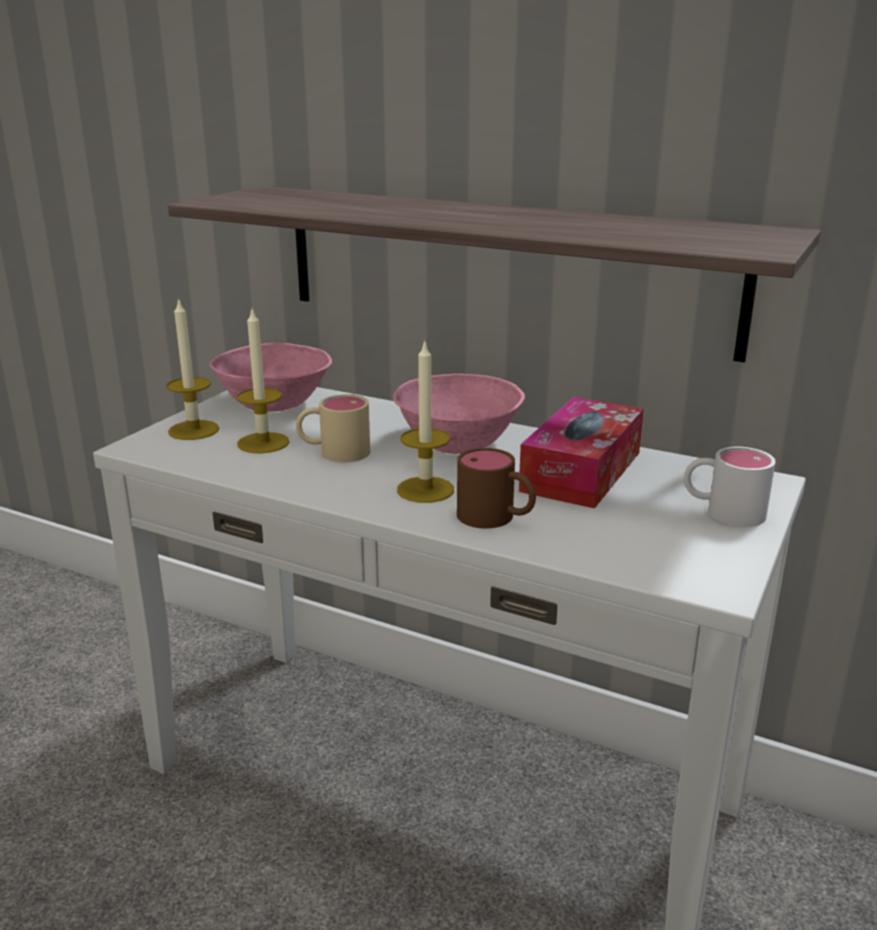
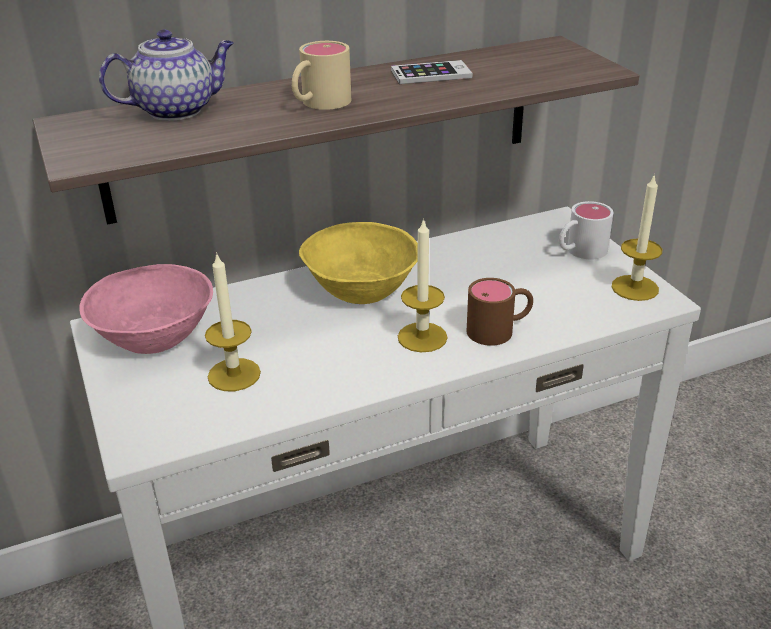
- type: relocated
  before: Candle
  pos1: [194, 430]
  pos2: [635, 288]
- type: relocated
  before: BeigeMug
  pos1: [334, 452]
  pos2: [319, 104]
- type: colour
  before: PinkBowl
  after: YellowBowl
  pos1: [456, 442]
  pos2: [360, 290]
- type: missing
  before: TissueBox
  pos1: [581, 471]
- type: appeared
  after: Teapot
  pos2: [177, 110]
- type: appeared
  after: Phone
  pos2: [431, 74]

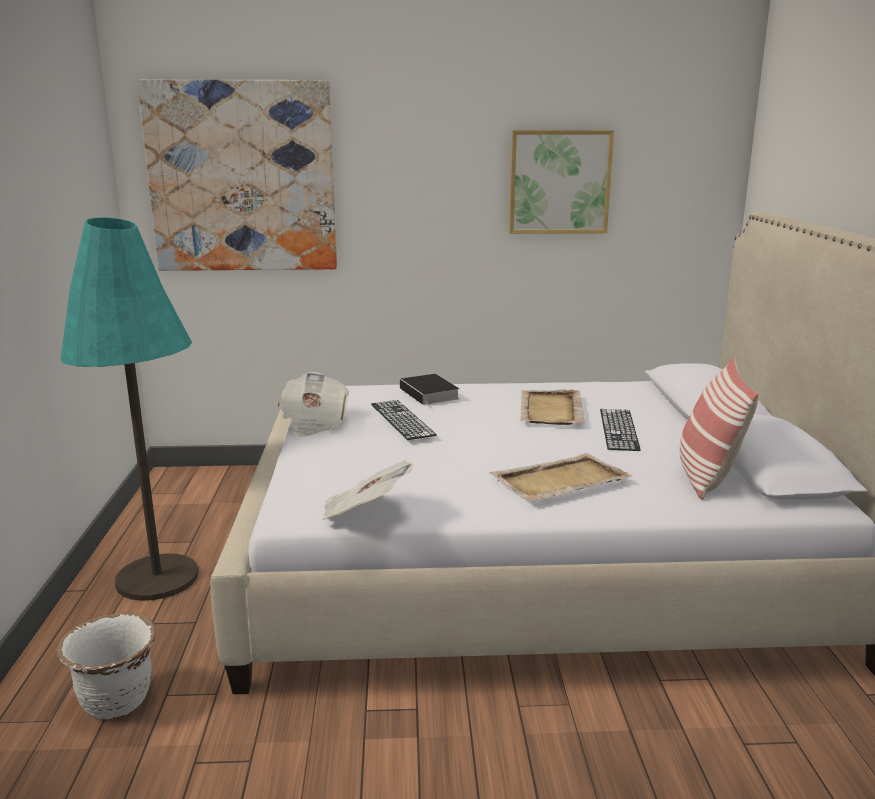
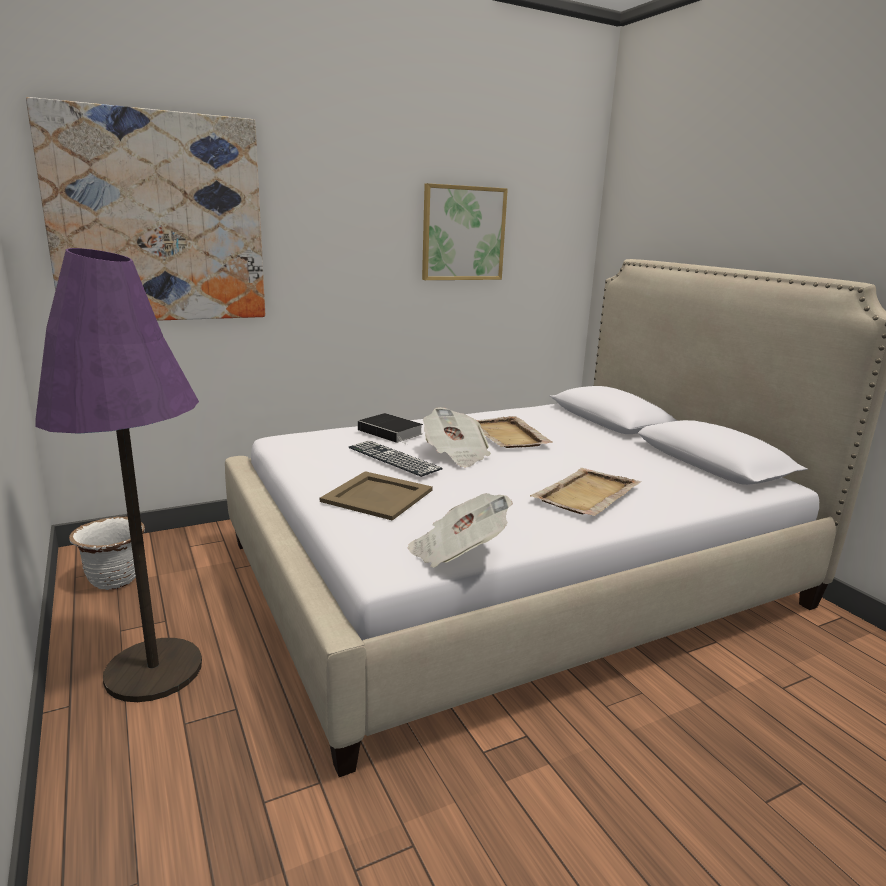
- type: relocated
  before: WhitePlanter
  pos1: [116, 701]
  pos2: [114, 579]
- type: colour
  before: TurquoiseFloorLamp
  after: PurpleFloorLamp
  pos1: [157, 578]
  pos2: [154, 670]
- type: relocated
  before: Newspaper
  pos1: [314, 423]
  pos2: [456, 455]
- type: missing
  before: Keyboard
  pos1: [619, 429]
- type: missing
  before: Pillow
  pos1: [706, 476]
- type: appeared
  after: BeigeTray
  pos2: [378, 495]

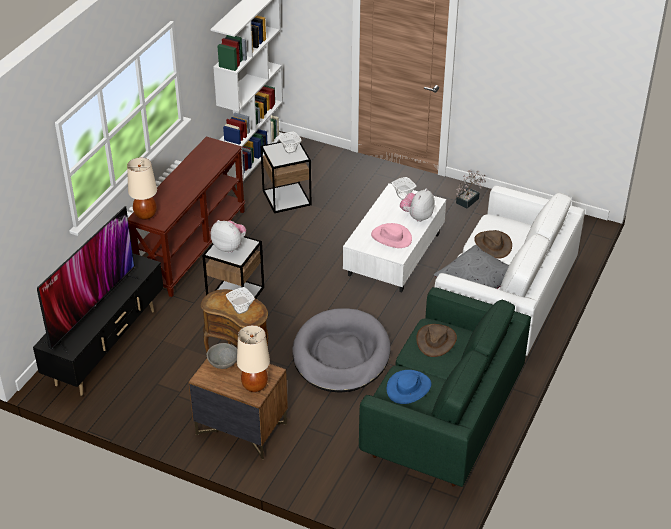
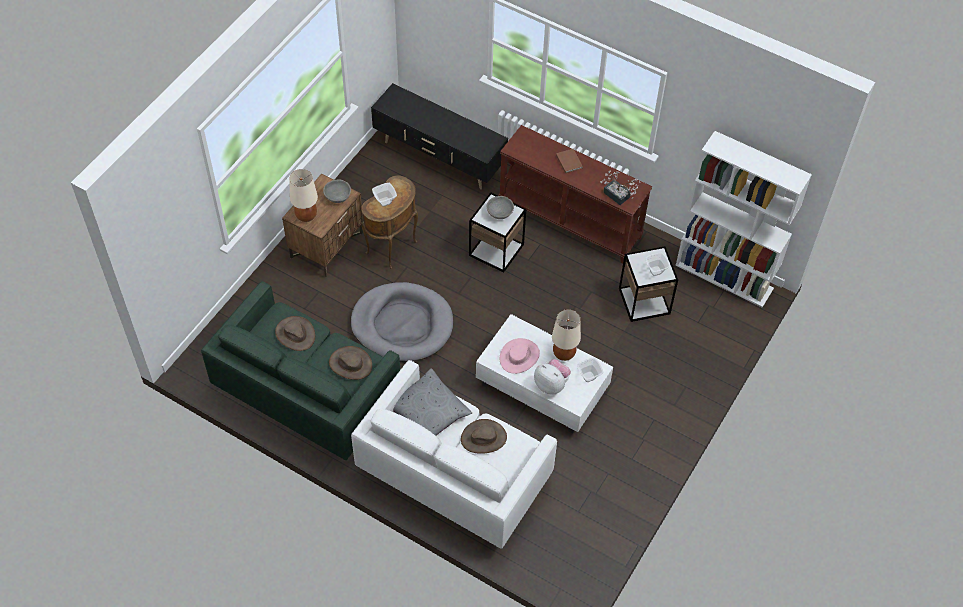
- type: missing
  before: Television
  pos1: [92, 310]
- type: relocated
  before: BeigeTableLamp
  pos1: [146, 215]
  pos2: [563, 354]
- type: exchanged
  before: PlushToy
  after: GreyBowl
  pos1: [229, 247]
  pos2: [499, 212]
- type: colour
  before: BlueHat
  after: BrownHat
  pos1: [409, 388]
  pos2: [295, 334]
- type: relocated
  before: PottedPlant
  pos1: [469, 199]
  pos2: [618, 197]
- type: appeared
  after: BrownBook
  pos2: [569, 161]

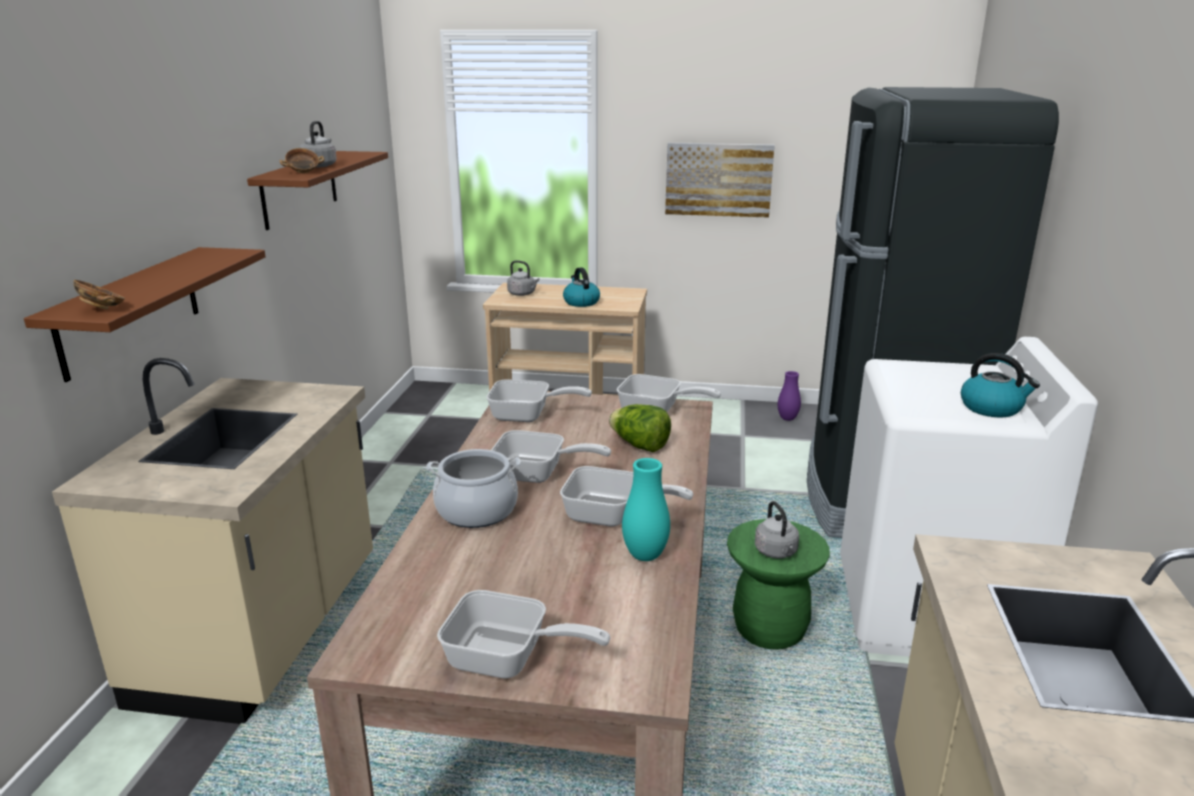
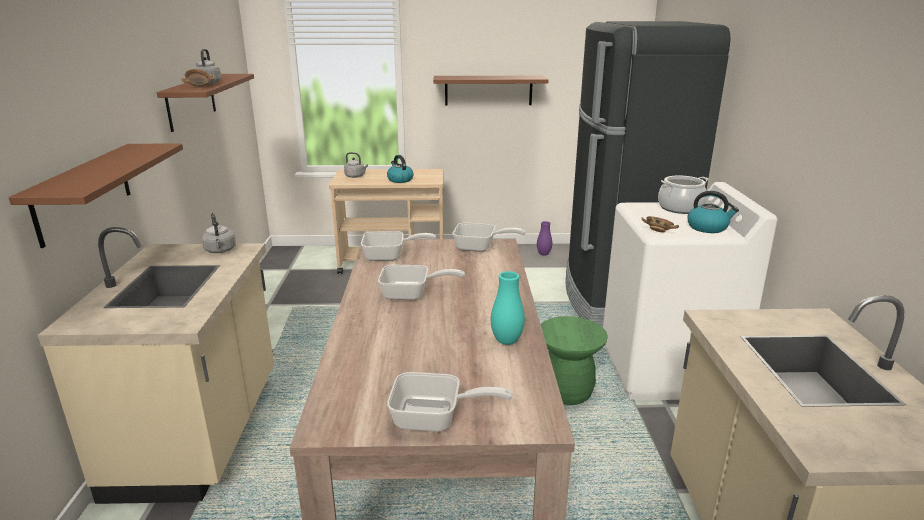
- type: relocated
  before: Bowl
  pos1: [103, 309]
  pos2: [658, 232]
- type: relocated
  before: CookingPot
  pos1: [476, 510]
  pos2: [680, 208]
- type: missing
  before: FryingPan
  pos1: [611, 516]
- type: missing
  before: Lettuce
  pos1: [639, 445]
- type: exchanged
  before: Picture
  after: BrownShelf
  pos1: [718, 179]
  pos2: [488, 90]
- type: relocated
  before: GreyKettle
  pos1: [776, 552]
  pos2: [220, 251]

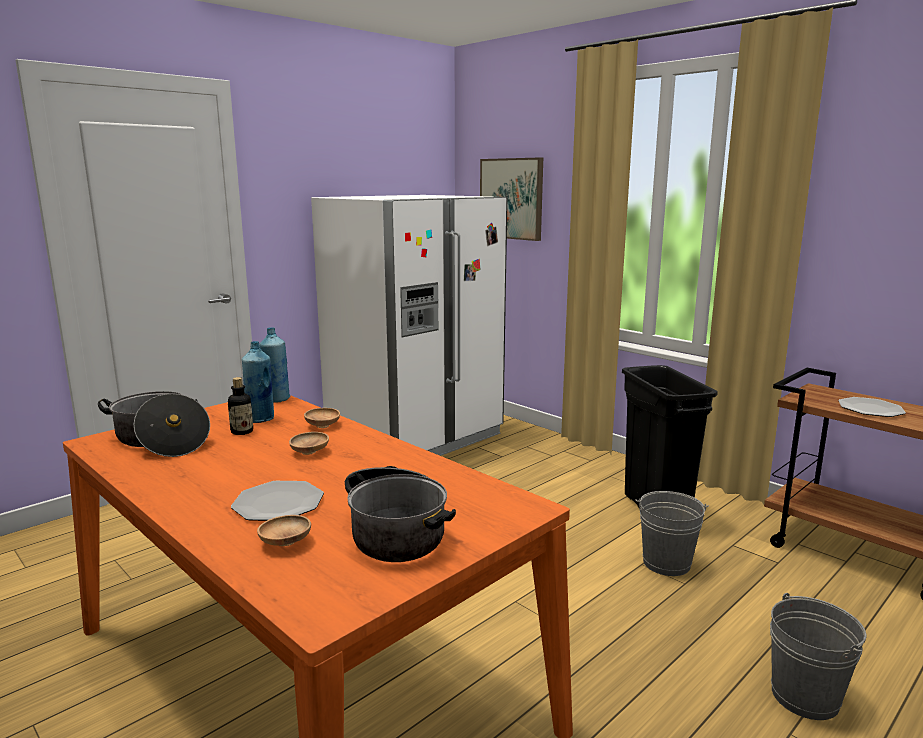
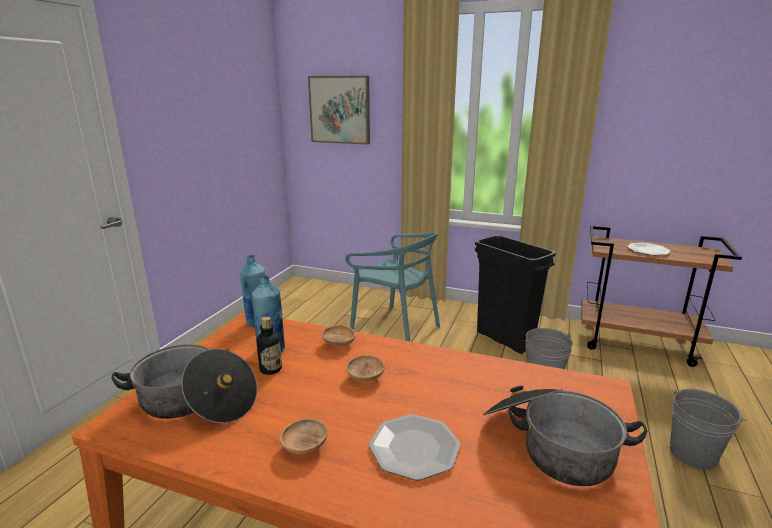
- type: relocated
  before: BrownBowl
  pos1: [285, 543]
  pos2: [304, 447]
- type: missing
  before: WhiteFridge
  pos1: [415, 437]
- type: appeared
  after: TurquoiseChair
  pos2: [395, 327]

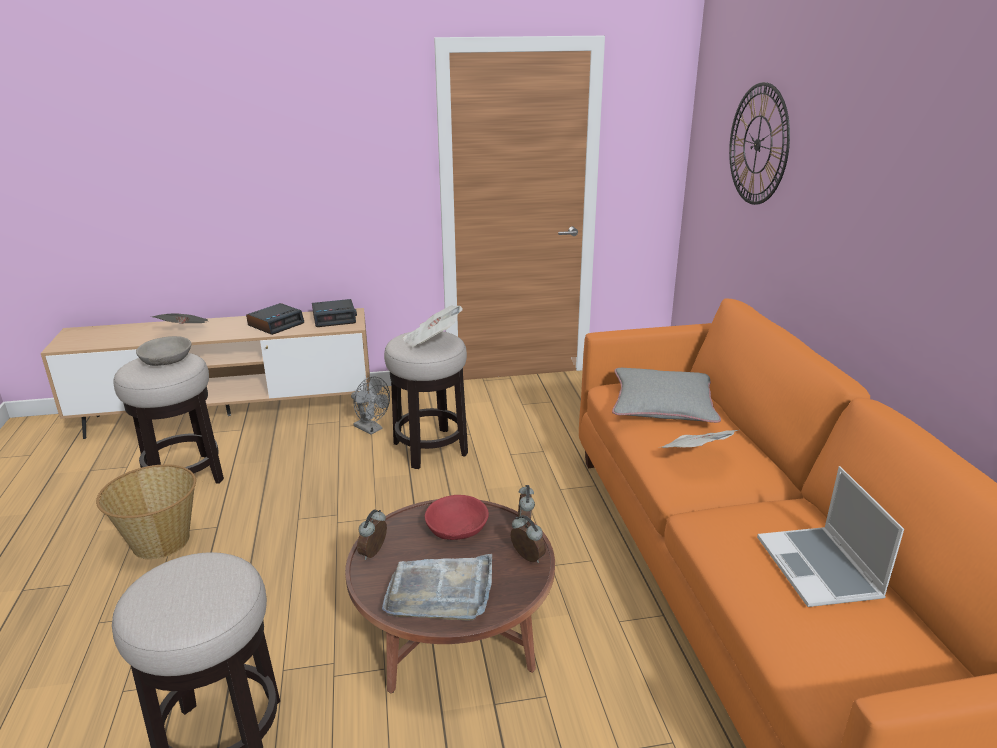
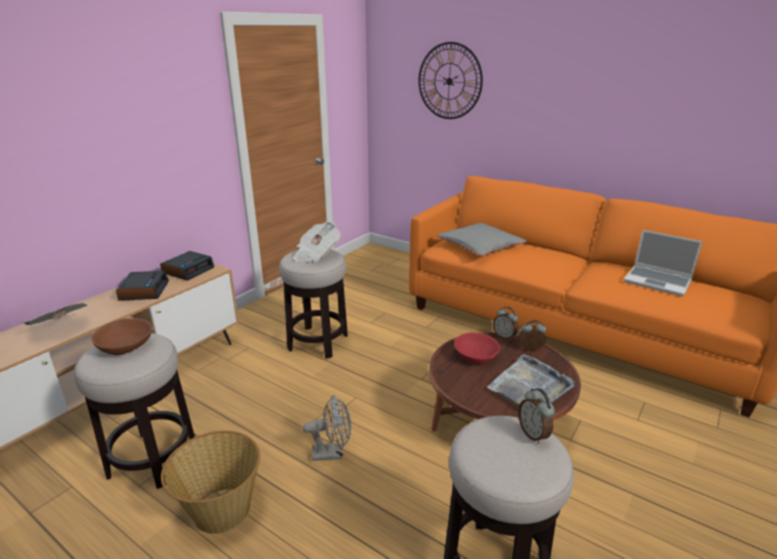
- type: colour
  before: GreyBowl
  after: BrownBowl
  pos1: [167, 360]
  pos2: [125, 345]
- type: relocated
  before: GreyFan
  pos1: [371, 429]
  pos2: [333, 453]
- type: relocated
  before: AlarmClock
  pos1: [374, 553]
  pos2: [533, 434]
- type: missing
  before: Newspaper
  pos1: [695, 456]

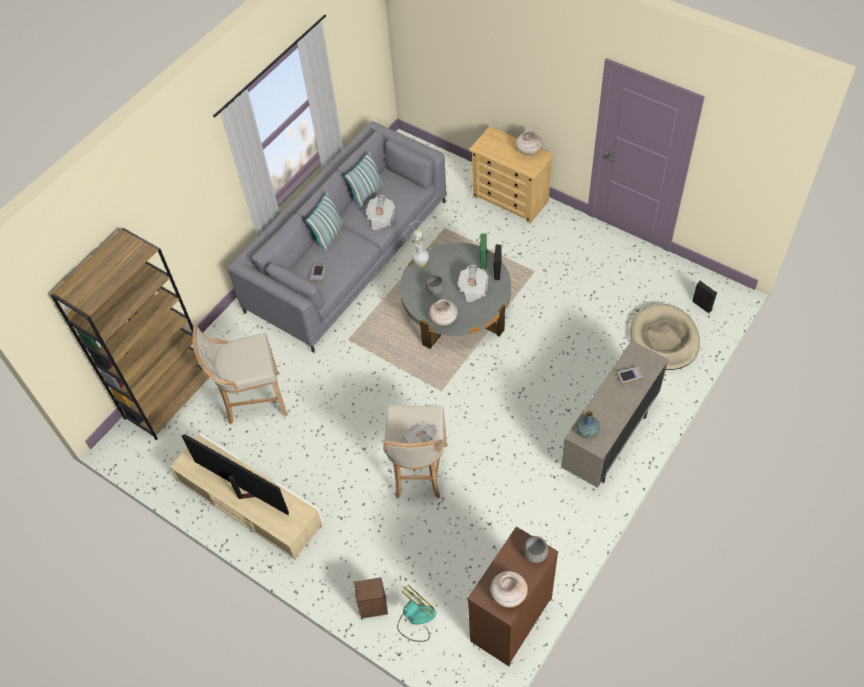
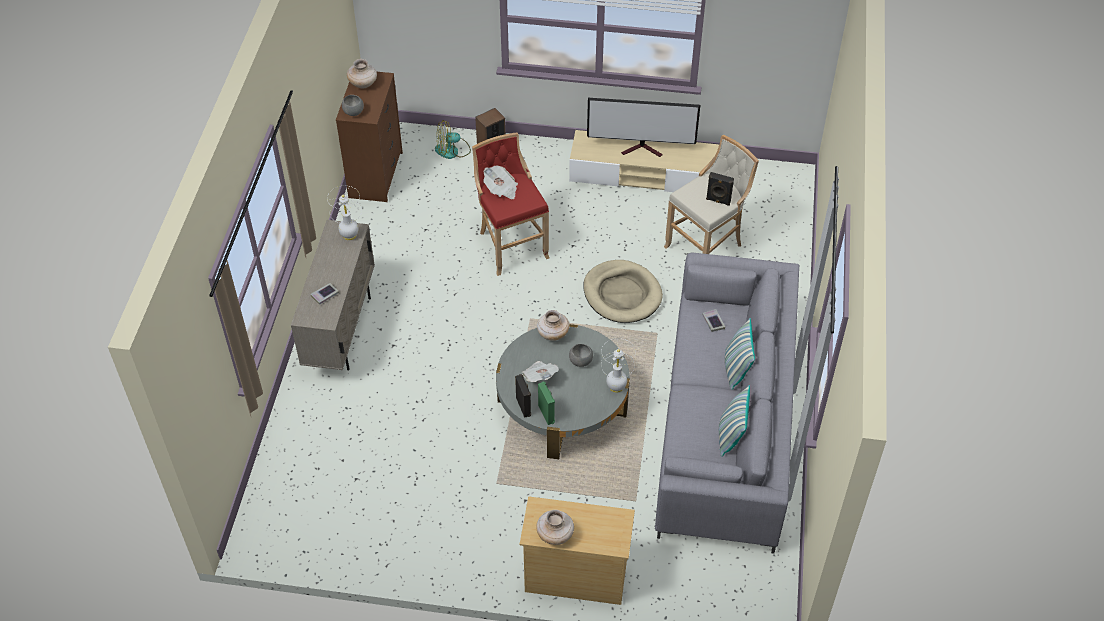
- type: missing
  before: BrownBookcase
  pos1: [169, 397]
- type: missing
  before: Newspaper
  pos1: [380, 218]
- type: colour
  before: BeigeStool
  after: RedStool
  pos1: [418, 472]
  pos2: [510, 244]
- type: spun
  before: Fan
  pos1: [416, 619]
  pos2: [452, 151]
  turn: 60
- type: exchanged
  before: Vase
  after: WhiteTableLamp
  pos1: [587, 431]
  pos2: [349, 235]
- type: relocated
  before: BeigeDogBed
  pos1: [664, 339]
  pos2: [622, 294]
- type: relocated
  before: BlackSpeaker
  pos1: [702, 305]
  pos2: [718, 201]

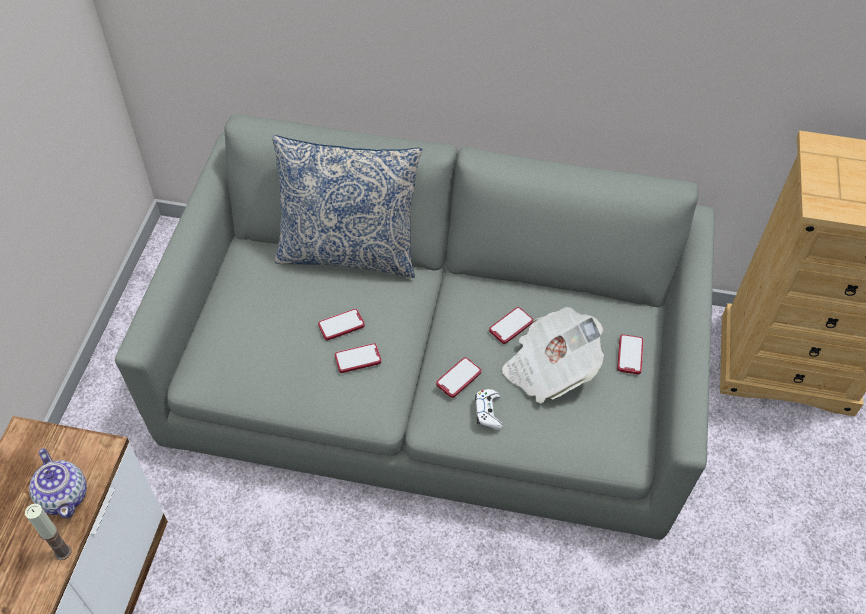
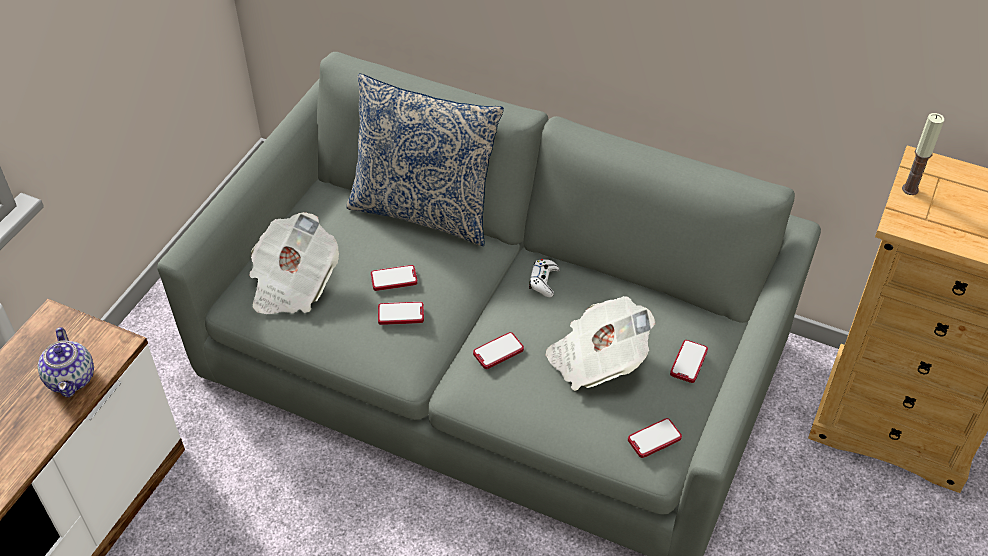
- type: relocated
  before: Candle
  pos1: [63, 552]
  pos2: [910, 189]
- type: relocated
  before: WhiteGameController
  pos1: [488, 412]
  pos2: [543, 281]
- type: relocated
  before: Phone
  pos1: [511, 326]
  pos2: [654, 439]
- type: appeared
  after: Newspaper
  pos2: [292, 283]

